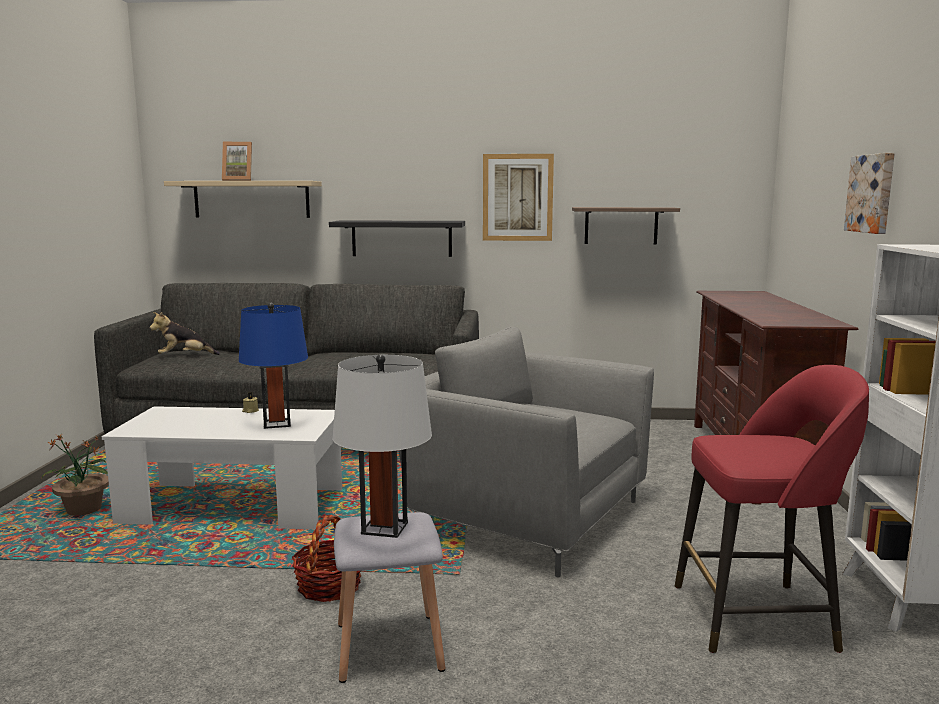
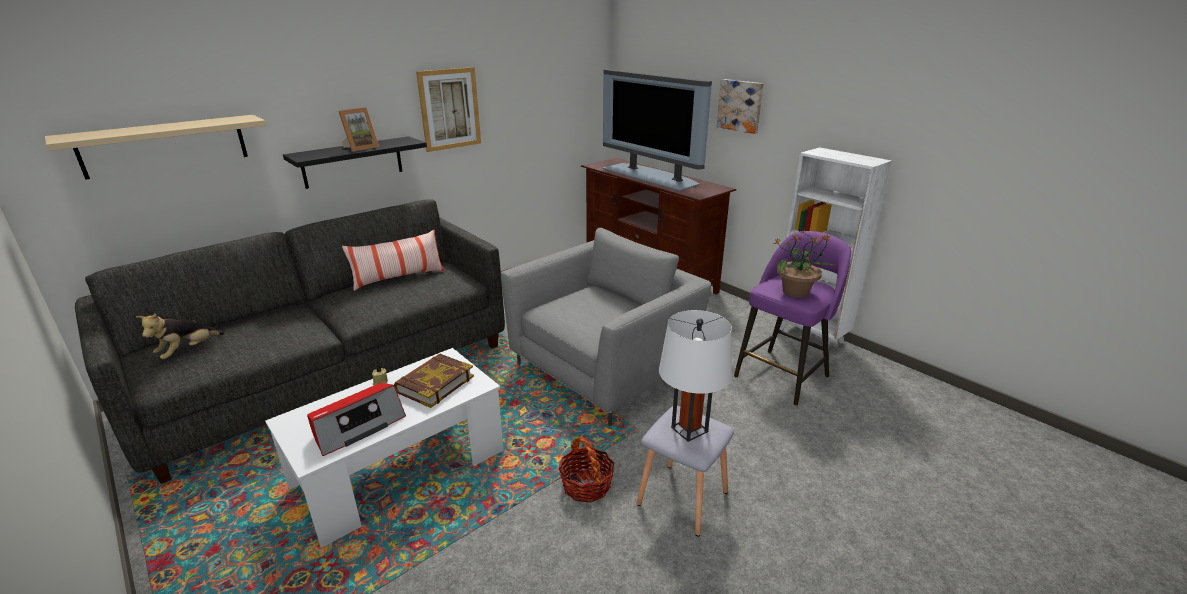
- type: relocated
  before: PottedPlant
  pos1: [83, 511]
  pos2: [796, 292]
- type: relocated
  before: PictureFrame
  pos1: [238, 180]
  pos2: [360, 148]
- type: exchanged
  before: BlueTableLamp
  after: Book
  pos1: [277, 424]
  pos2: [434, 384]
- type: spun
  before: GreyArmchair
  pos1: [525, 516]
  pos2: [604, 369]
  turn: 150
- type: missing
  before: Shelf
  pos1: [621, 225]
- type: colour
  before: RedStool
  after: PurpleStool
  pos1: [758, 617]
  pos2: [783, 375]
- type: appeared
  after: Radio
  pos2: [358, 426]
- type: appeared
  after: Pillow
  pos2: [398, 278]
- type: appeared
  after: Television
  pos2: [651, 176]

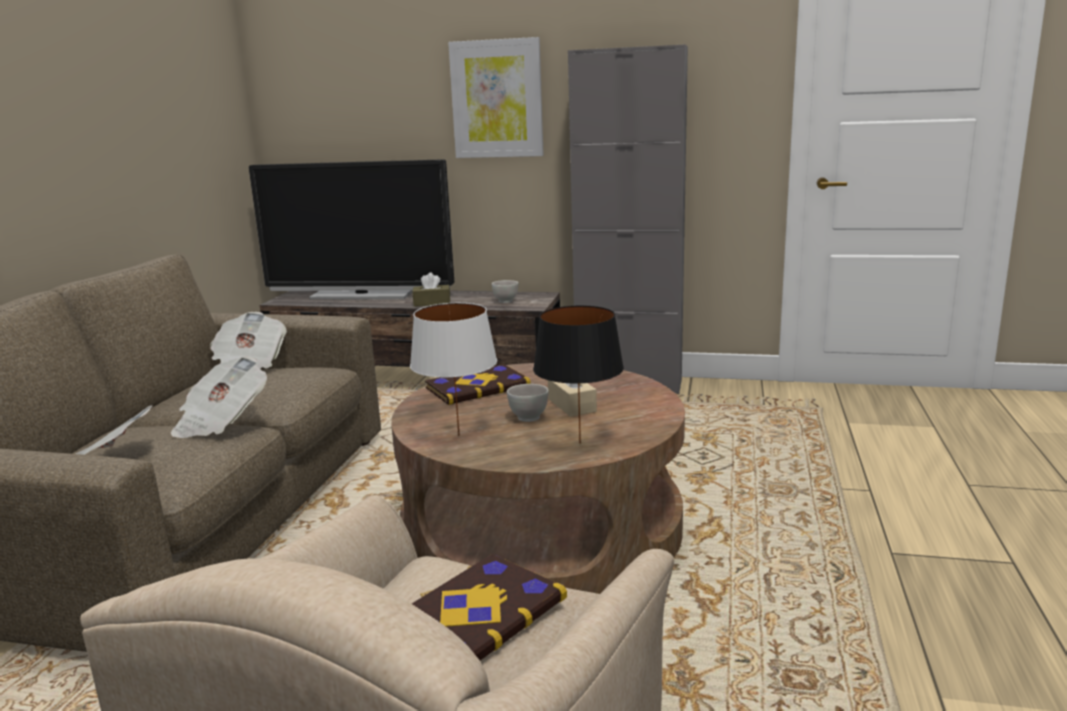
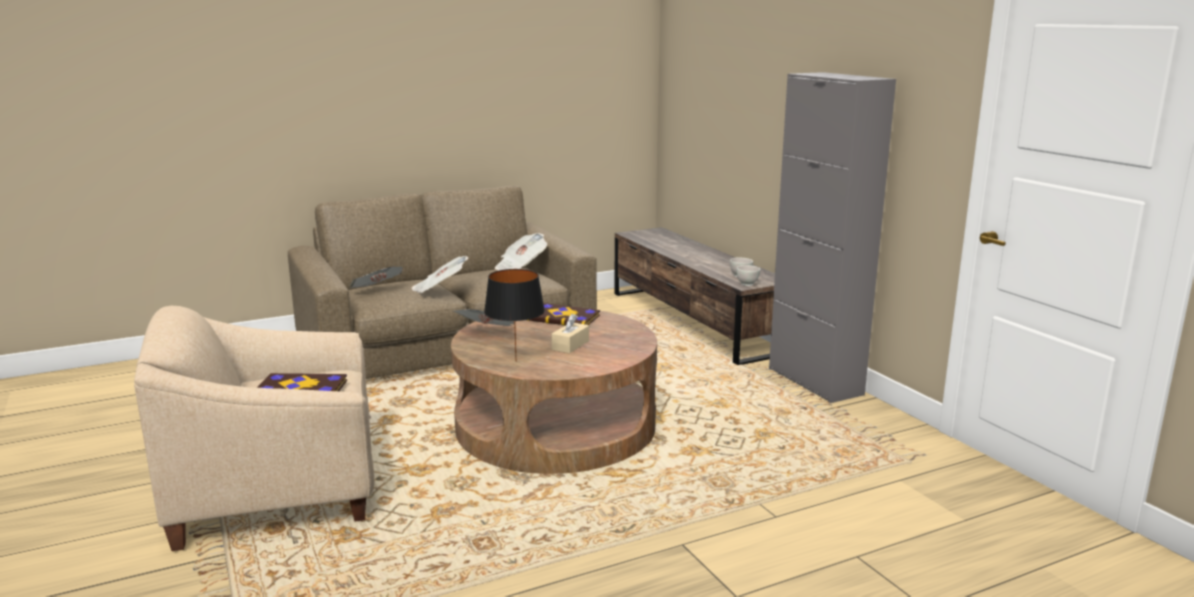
- type: missing
  before: Television
  pos1: [361, 295]
- type: exchanged
  before: WhiteTableLamp
  after: Newspaper
  pos1: [458, 435]
  pos2: [487, 335]
- type: missing
  before: BrownTissueBox
  pos1: [432, 303]
- type: missing
  before: Picture
  pos1: [497, 99]
- type: relocated
  before: WhiteBowl
  pos1: [528, 418]
  pos2: [747, 284]

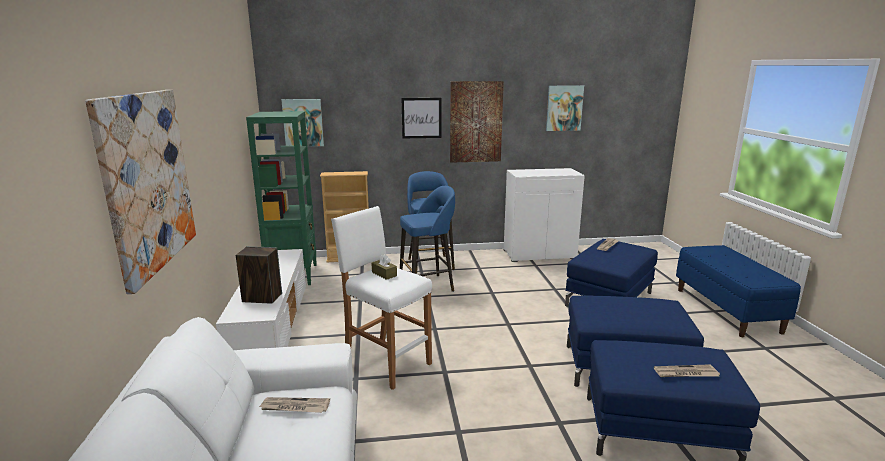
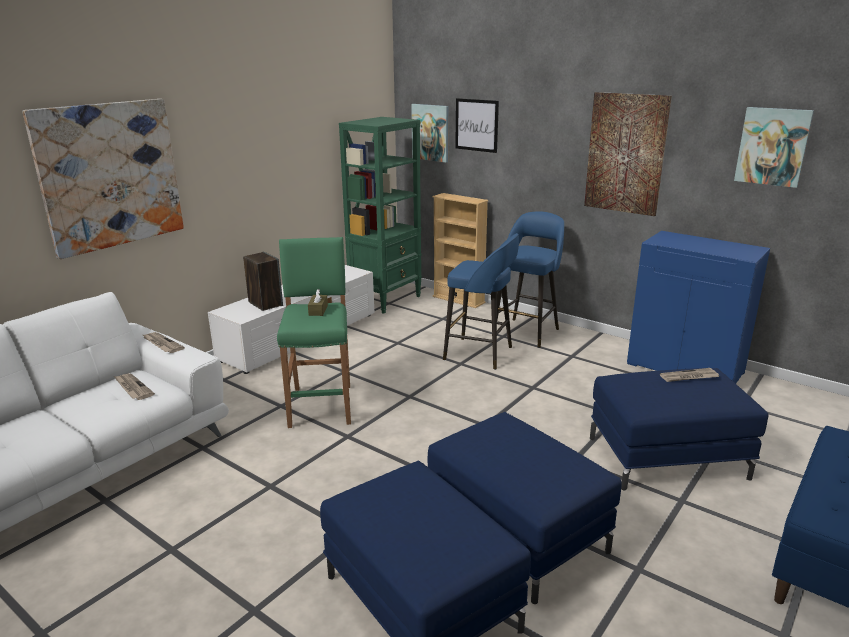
- type: colour
  before: WhiteStool
  after: GreenStool
  pos1: [386, 362]
  pos2: [321, 405]
- type: relocated
  before: Picture
  pos1: [421, 118]
  pos2: [476, 125]
- type: colour
  before: WhiteCabinet
  after: BlueCabinet
  pos1: [539, 254]
  pos2: [685, 368]
- type: relocated
  before: Newspaper
  pos1: [685, 373]
  pos2: [162, 344]

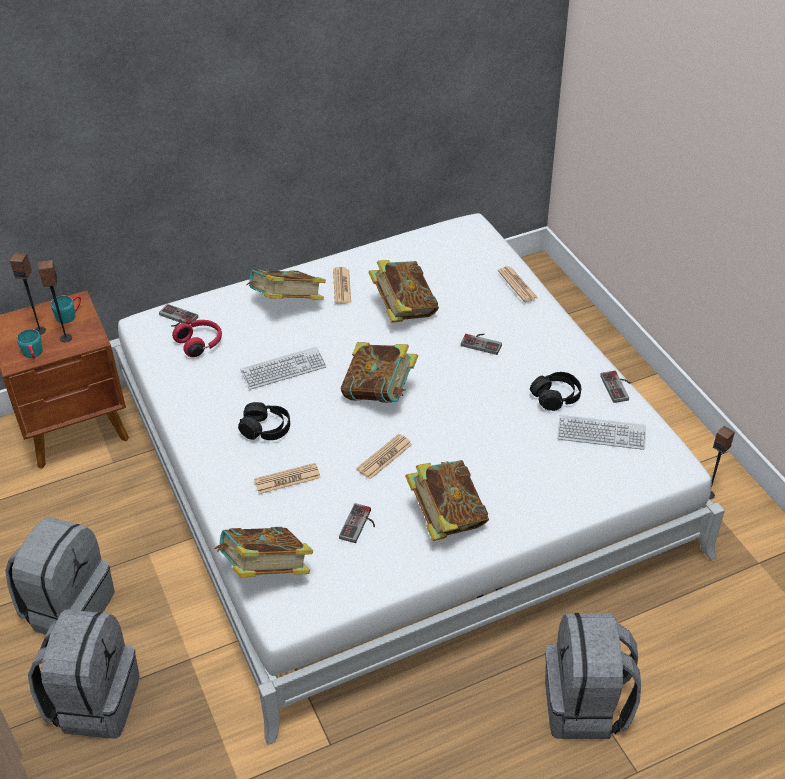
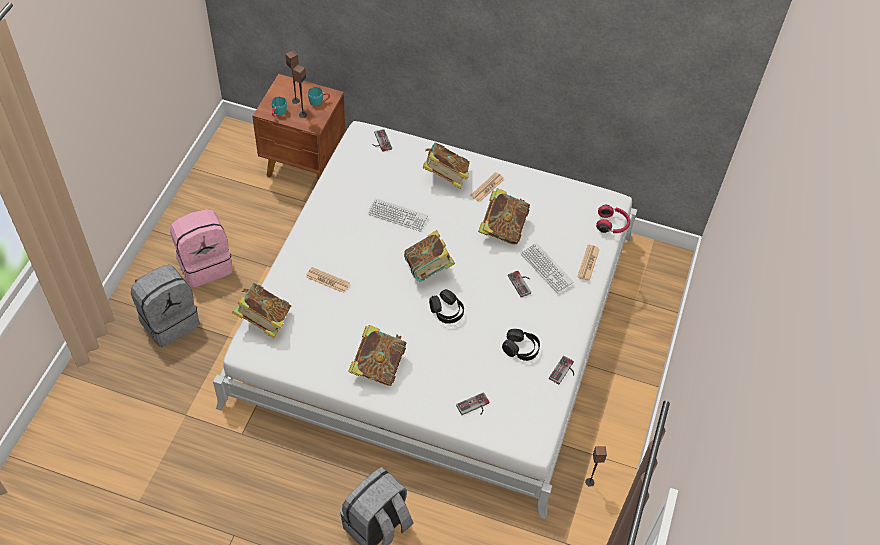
- type: colour
  before: GreyBackpack
  after: PinkBackpack
  pos1: [69, 607]
  pos2: [205, 264]
- type: relocated
  before: RedHeadphones
  pos1: [200, 343]
  pos2: [612, 224]
- type: relocated
  before: BlackHeadphones
  pos1: [266, 429]
  pos2: [446, 311]
- type: relocated
  before: GameController
  pos1: [360, 525]
  pos2: [474, 407]
- type: missing
  before: Newspaper
  pos1: [384, 457]
- type: relocated
  before: Keyboard
  pos1: [601, 433]
  pos2: [546, 268]

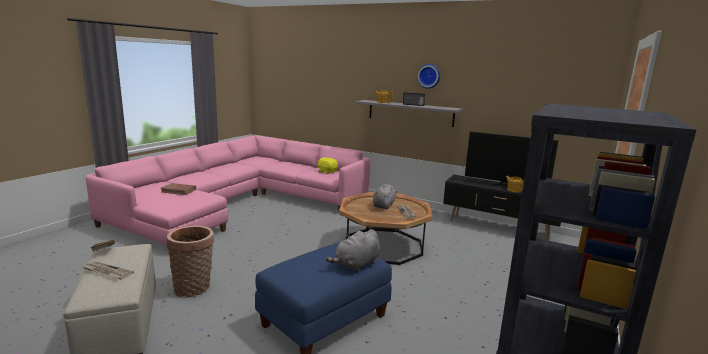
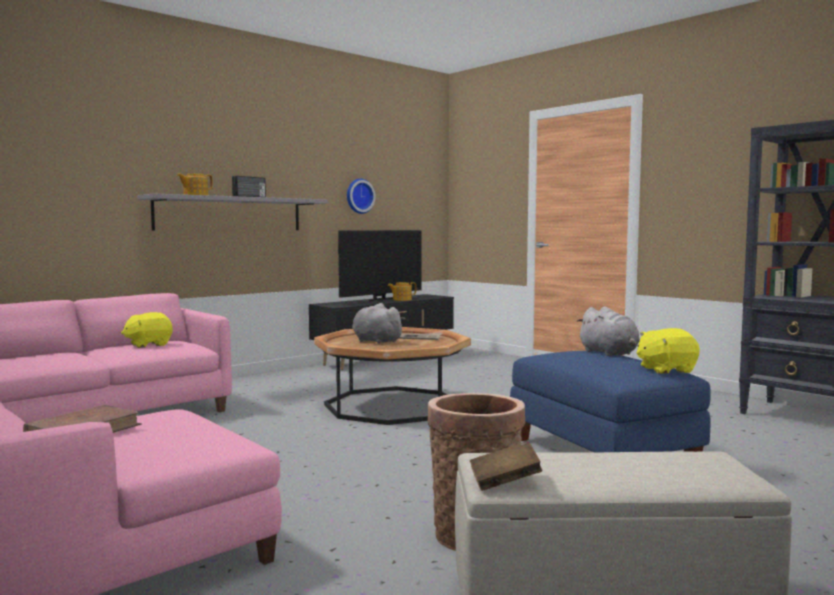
- type: missing
  before: Newspaper
  pos1: [106, 272]
- type: relocated
  before: WallClock
  pos1: [429, 76]
  pos2: [359, 196]
- type: appeared
  after: YellowPlushToy
  pos2: [666, 370]

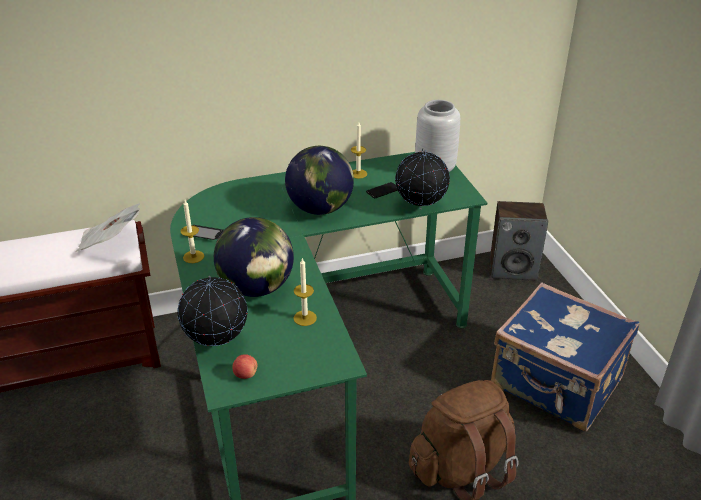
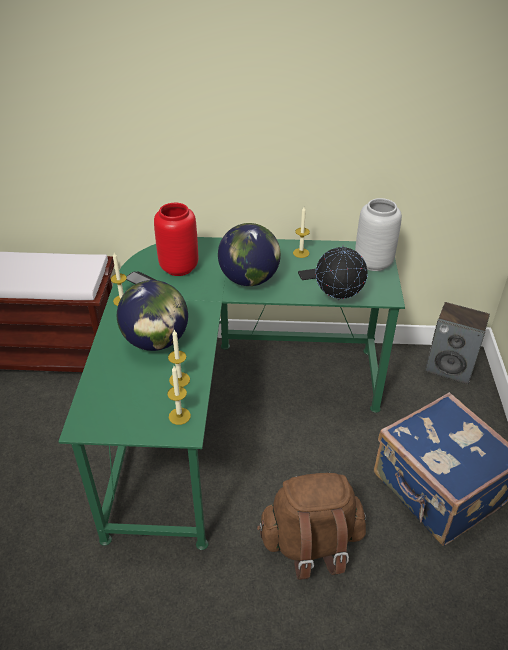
- type: missing
  before: Newspaper
  pos1: [111, 243]
- type: missing
  before: Globe
  pos1: [217, 344]
- type: missing
  before: Apple
  pos1: [245, 374]
- type: appeared
  after: RedVase
  pos2: [179, 268]
- type: appeared
  after: Candle
  pos2: [179, 416]

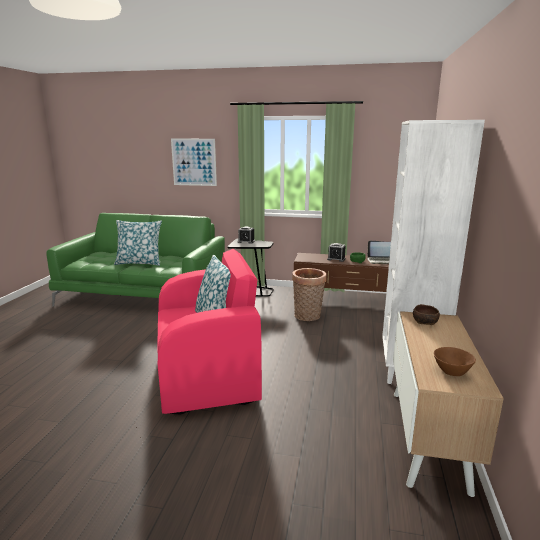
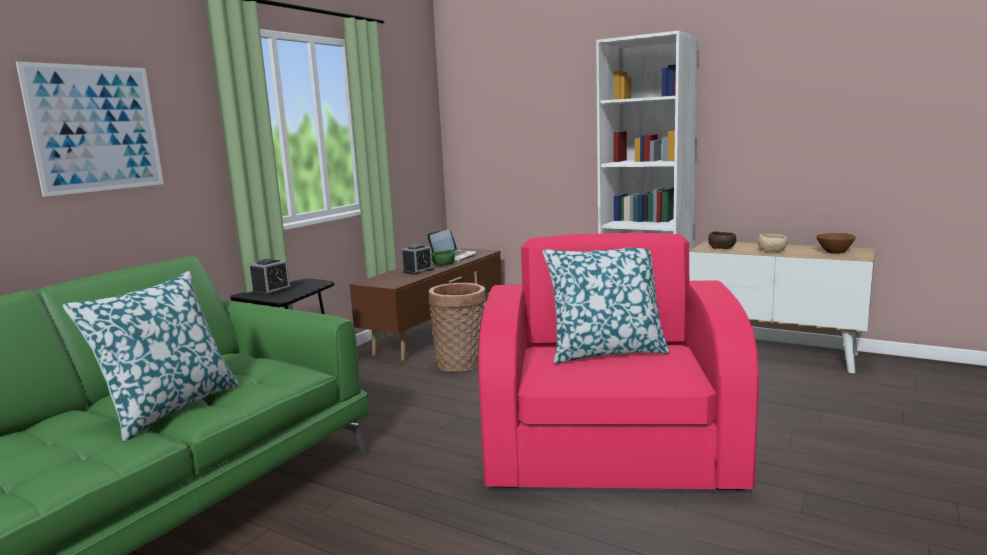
- type: appeared
  after: BeigeBowl
  pos2: [772, 250]

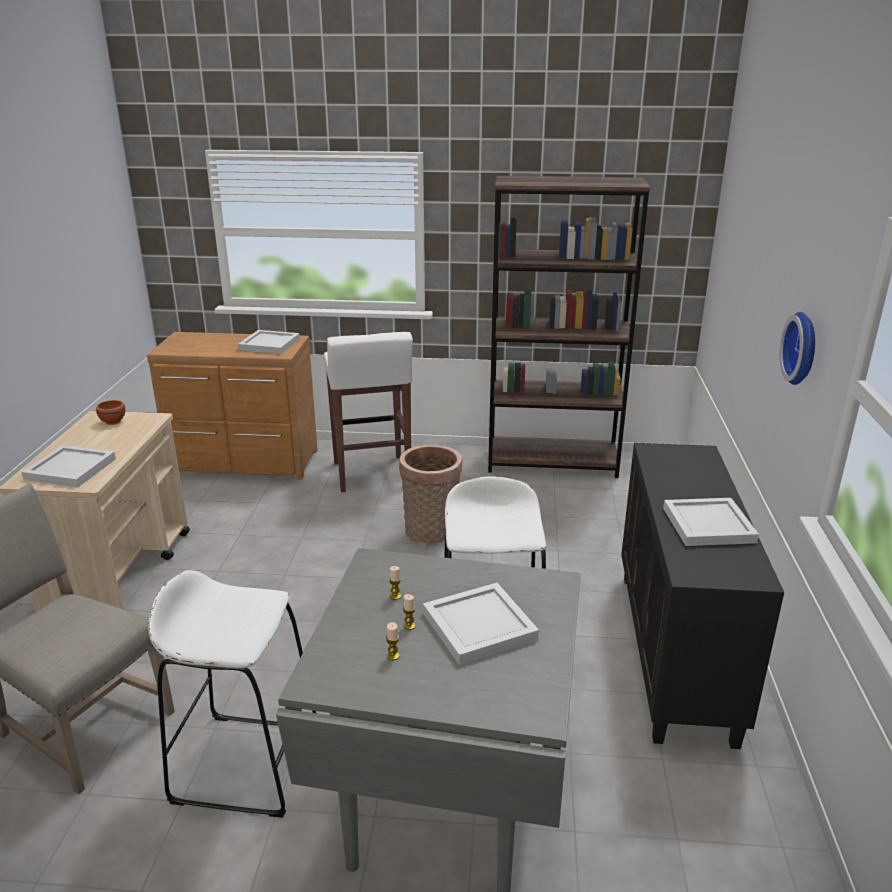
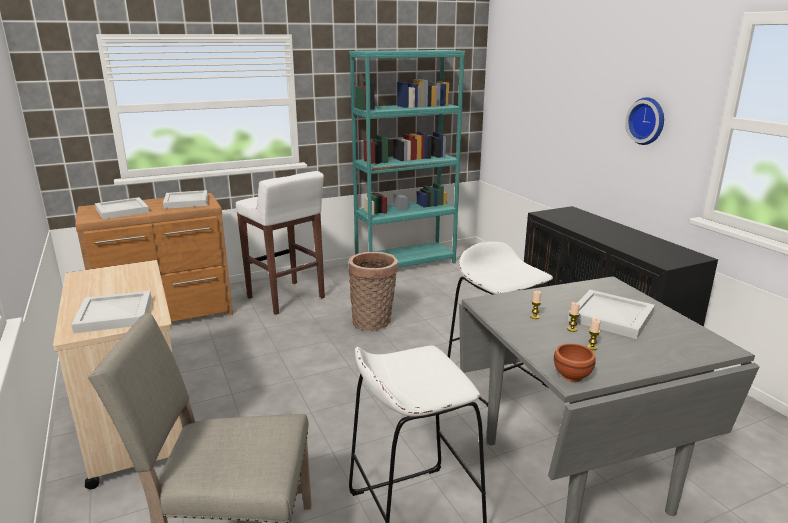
- type: relocated
  before: BrownBowl
  pos1: [112, 421]
  pos2: [570, 376]
- type: colour
  before: BrownBookcase
  after: TurquoiseBookcase
  pos1: [552, 463]
  pos2: [406, 263]
- type: relocated
  before: WhiteTray
  pos1: [710, 525]
  pos2: [123, 210]

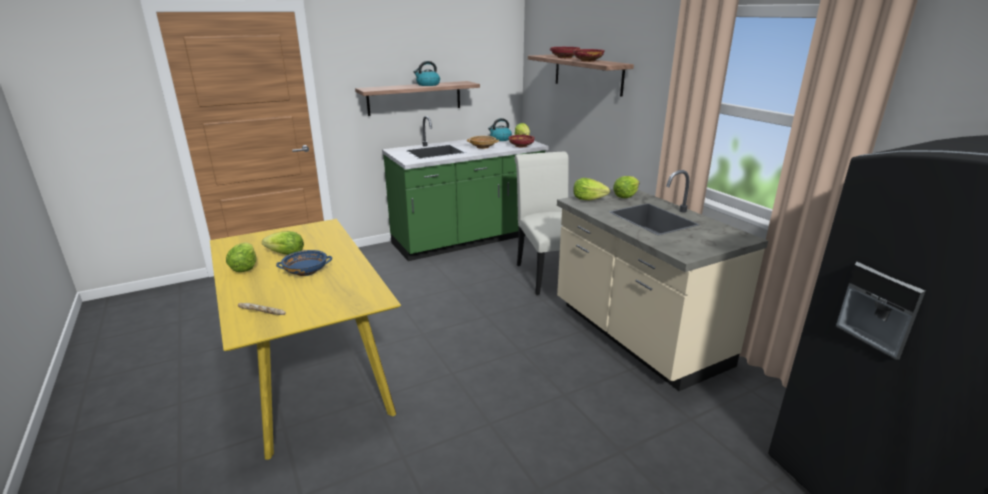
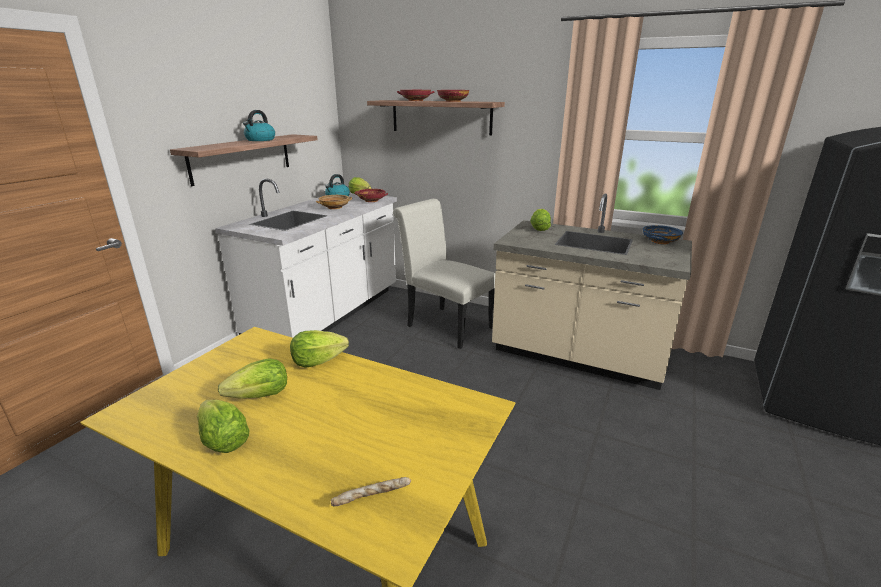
- type: relocated
  before: BlueBowl
  pos1: [306, 271]
  pos2: [660, 241]
- type: colour
  before: GreenCounter
  after: WhiteCounter
  pos1: [468, 240]
  pos2: [328, 315]
- type: relocated
  before: Lettuce
  pos1: [588, 199]
  pos2: [318, 361]

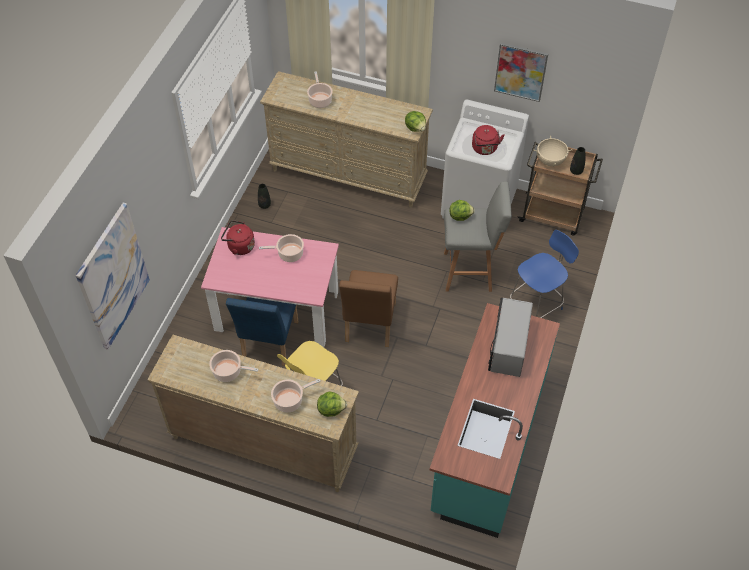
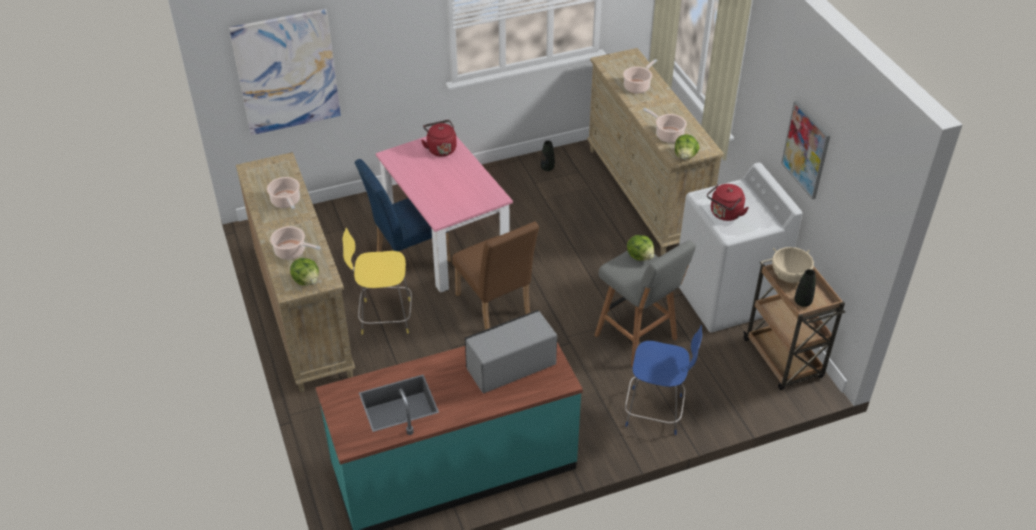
- type: relocated
  before: CookingPot
  pos1: [288, 254]
  pos2: [667, 135]
- type: spun
  before: BrownChair
  pos1: [369, 326]
  pos2: [495, 308]
  turn: -90

